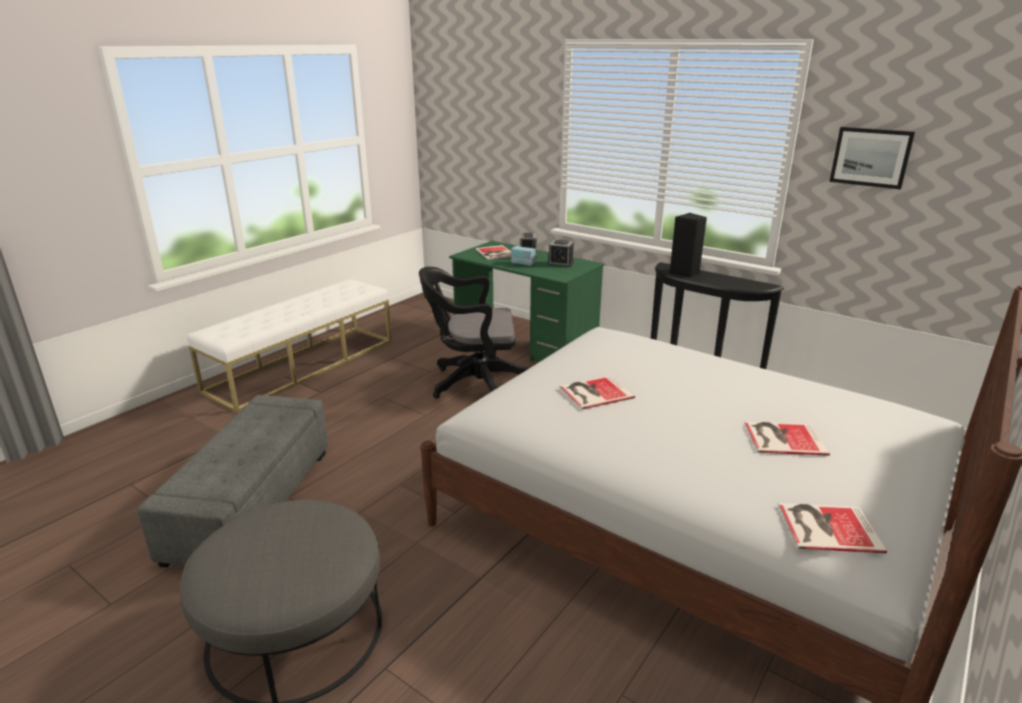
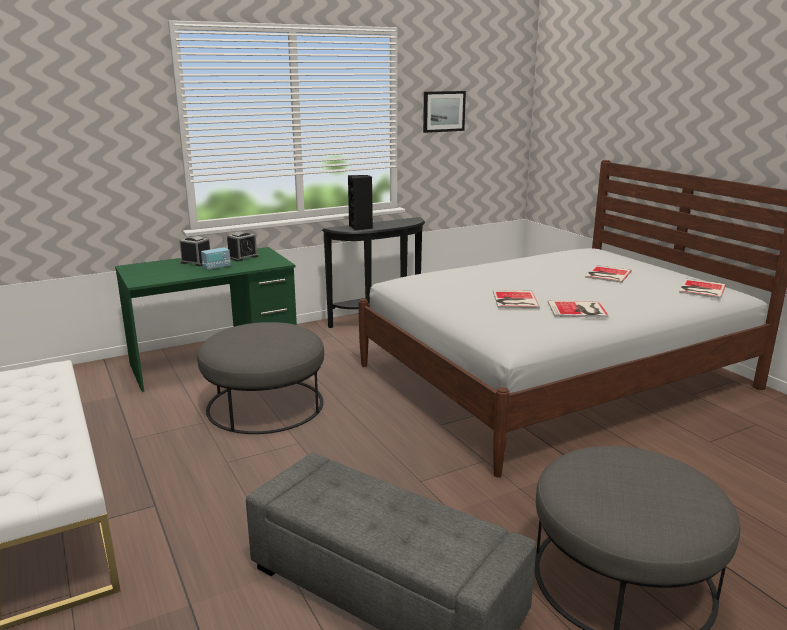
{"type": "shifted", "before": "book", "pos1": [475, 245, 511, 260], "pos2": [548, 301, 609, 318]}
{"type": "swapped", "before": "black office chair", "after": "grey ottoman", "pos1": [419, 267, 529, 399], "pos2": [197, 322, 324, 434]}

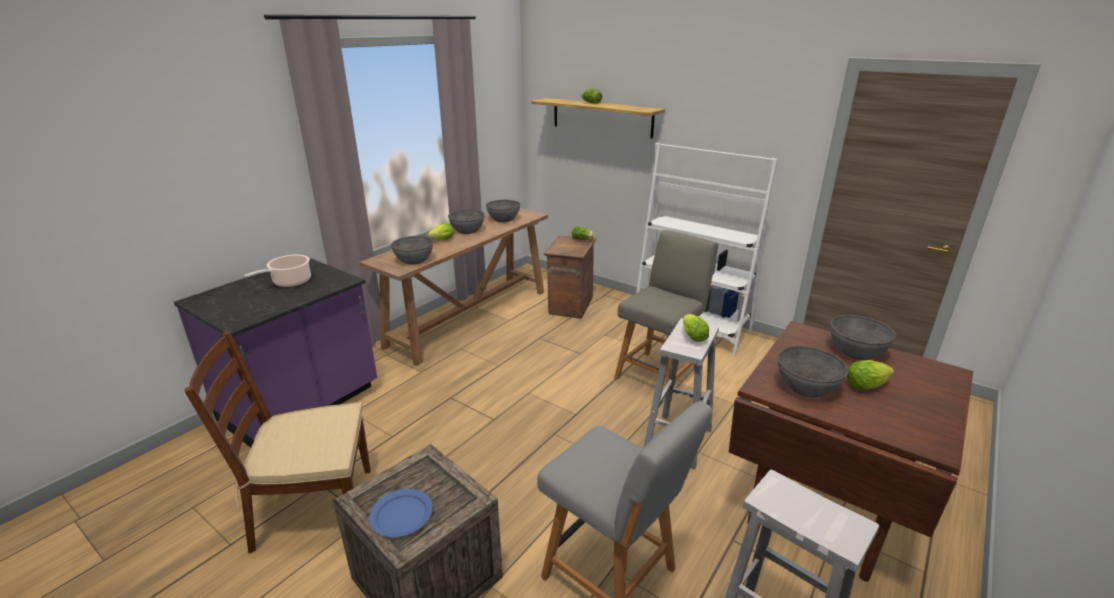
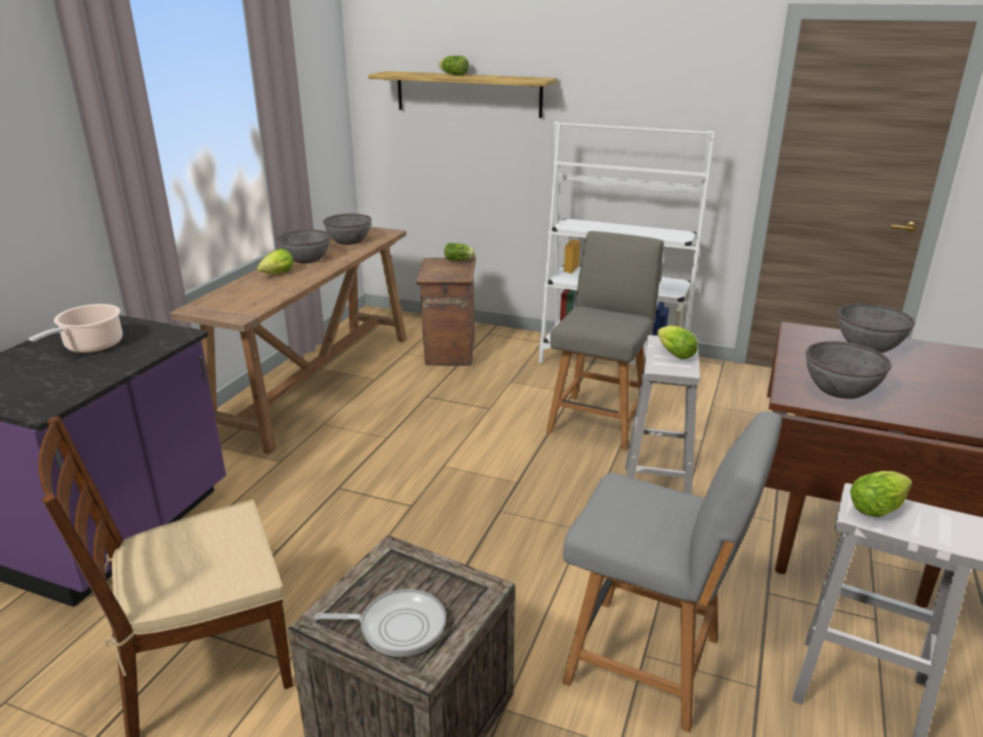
{"type": "gone", "before": "grey bowl", "pos1": [391, 236, 433, 265]}
{"type": "shifted", "before": "lettuce", "pos1": [847, 360, 894, 390], "pos2": [850, 471, 912, 517]}
{"type": "swapped", "before": "blue plate", "after": "frying pan", "pos1": [369, 489, 433, 537], "pos2": [315, 589, 446, 657]}

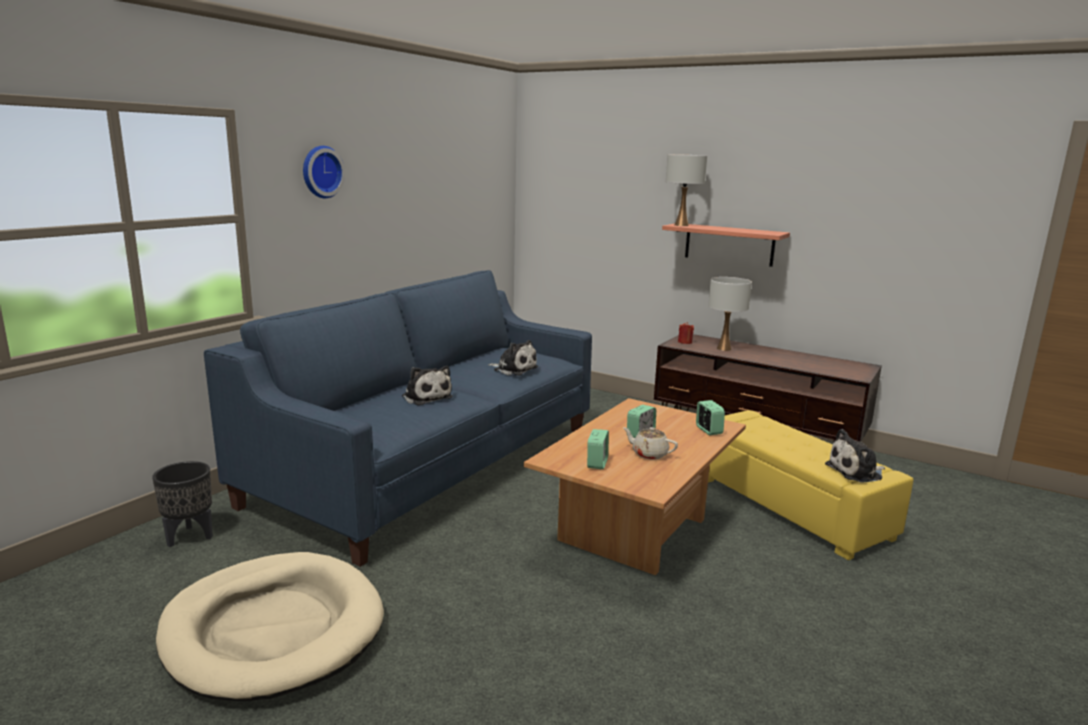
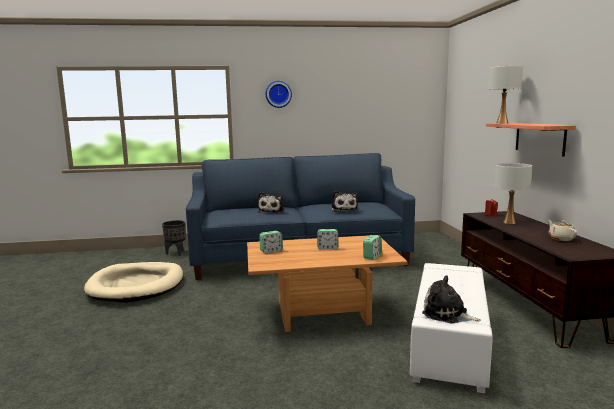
{"type": "shifted", "before": "beige teapot", "pos1": [623, 427, 678, 459], "pos2": [548, 220, 577, 241]}
{"type": "repainted", "before": "yellow ottoman", "after": "white ottoman", "pos1": [708, 410, 913, 560], "pos2": [410, 263, 493, 393]}

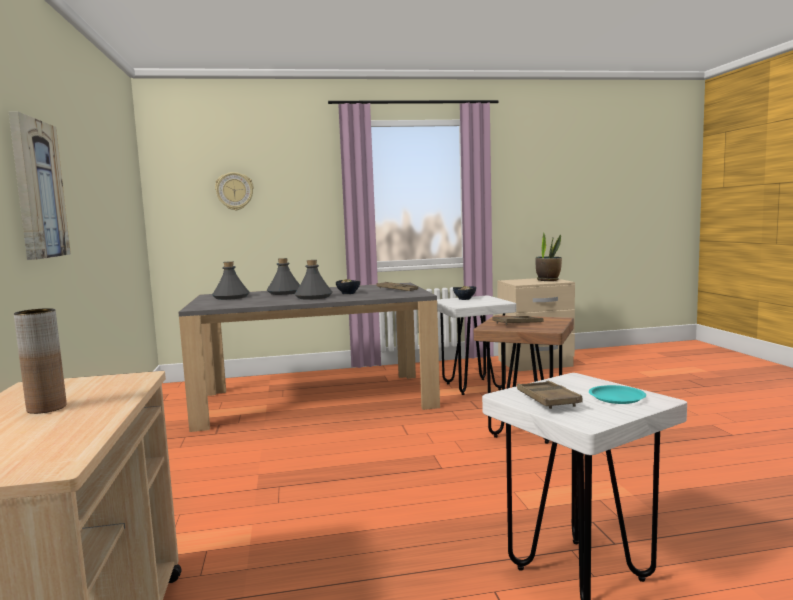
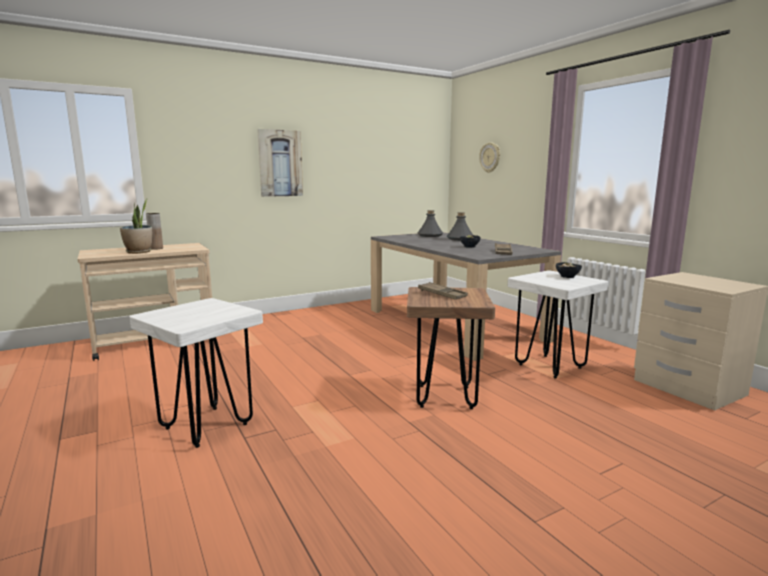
{"type": "gone", "before": "grey bottle", "pos1": [294, 260, 333, 300]}
{"type": "gone", "before": "brown tray", "pos1": [517, 381, 582, 409]}
{"type": "gone", "before": "turquoise plate", "pos1": [589, 385, 646, 404]}
{"type": "shifted", "before": "potted plant", "pos1": [536, 232, 562, 281], "pos2": [120, 198, 152, 254]}

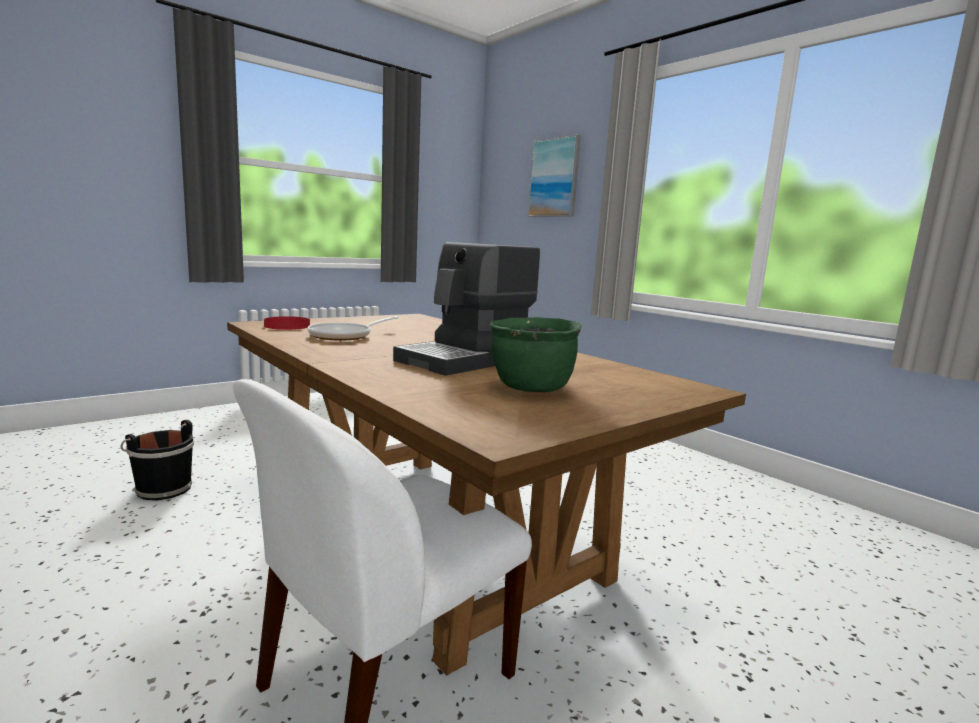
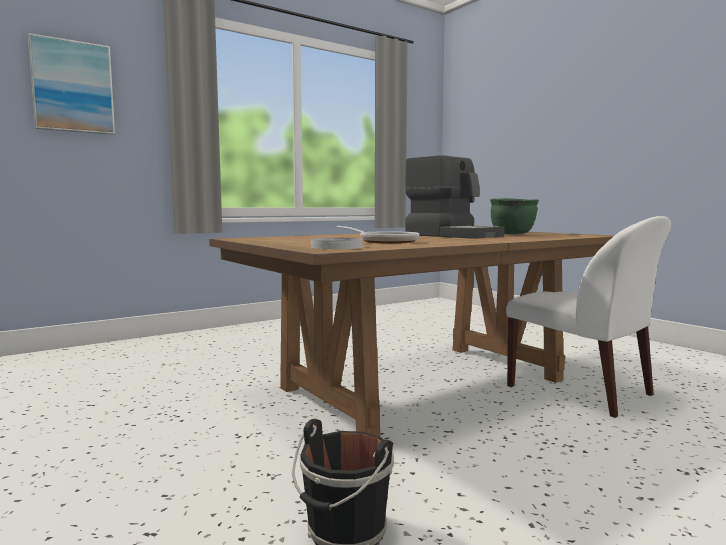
{"type": "repainted", "before": "red plate", "after": "white plate", "pos1": [264, 316, 310, 330], "pos2": [311, 238, 363, 249]}

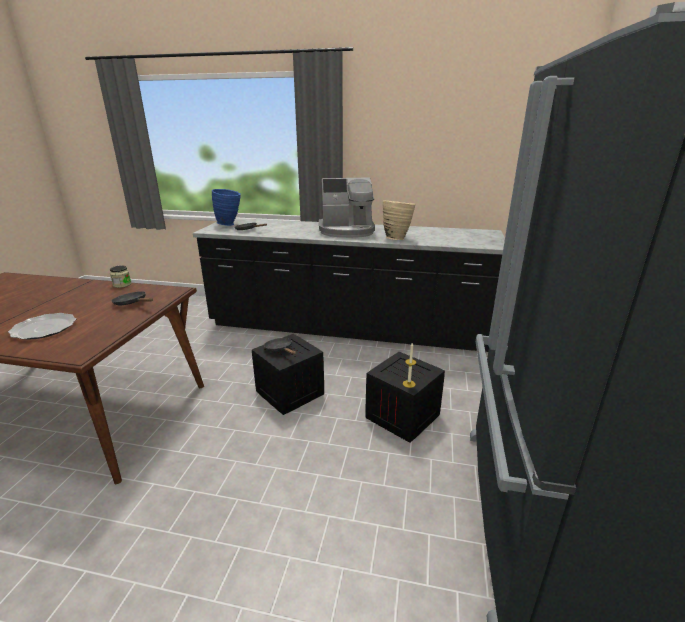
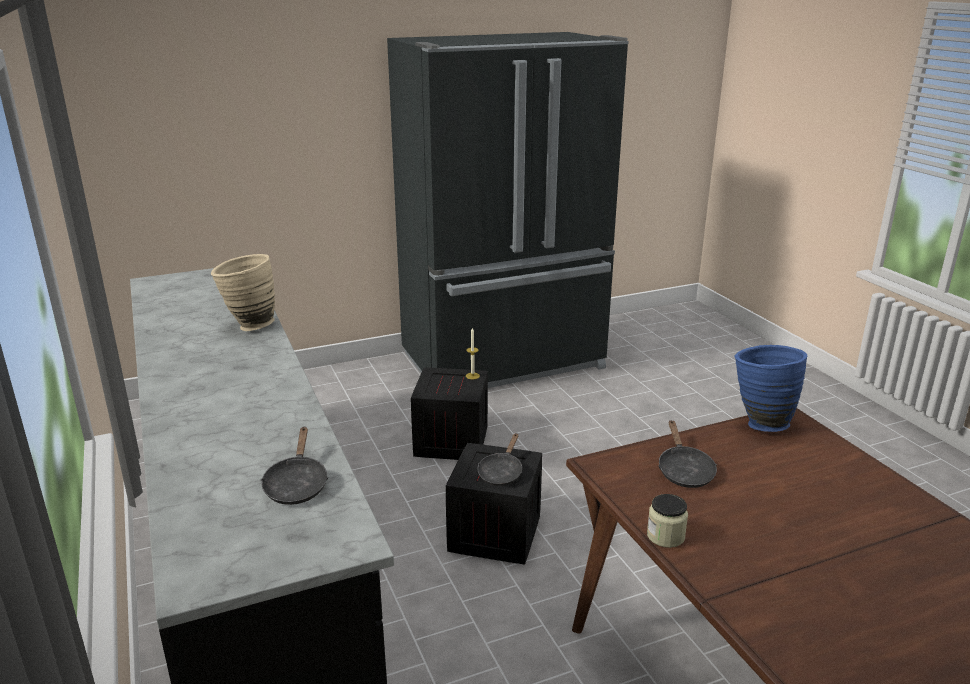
{"type": "gone", "before": "plate", "pos1": [8, 313, 76, 340]}
{"type": "gone", "before": "coffee machine", "pos1": [319, 178, 375, 238]}
{"type": "shifted", "before": "blue vase", "pos1": [212, 189, 241, 226], "pos2": [735, 345, 807, 432]}

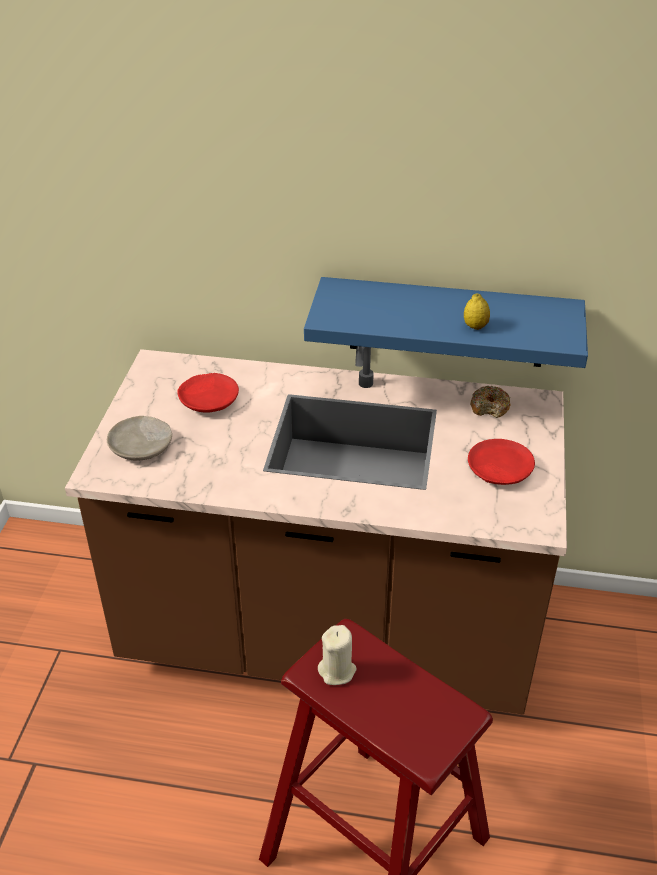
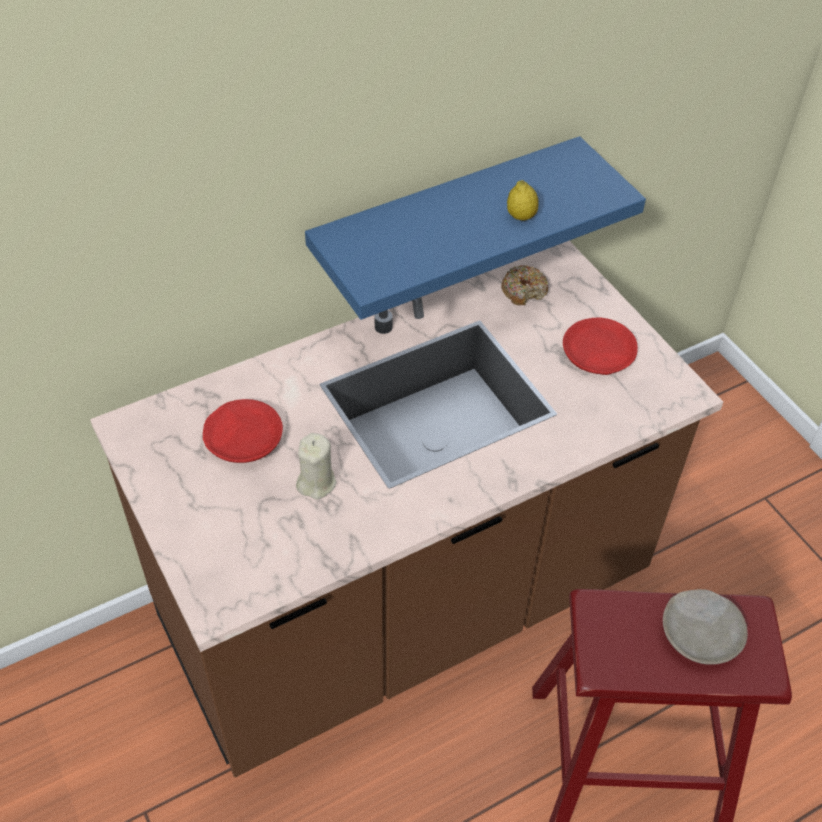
{"type": "shifted", "before": "beige plate", "pos1": [107, 416, 172, 461], "pos2": [663, 589, 748, 665]}
{"type": "shifted", "before": "beige candle", "pos1": [318, 625, 357, 685], "pos2": [296, 433, 337, 499]}

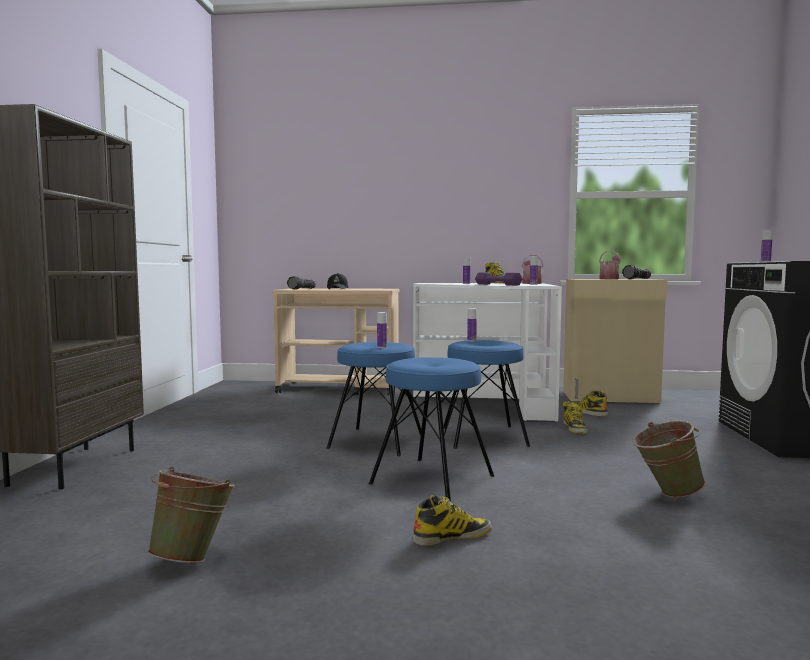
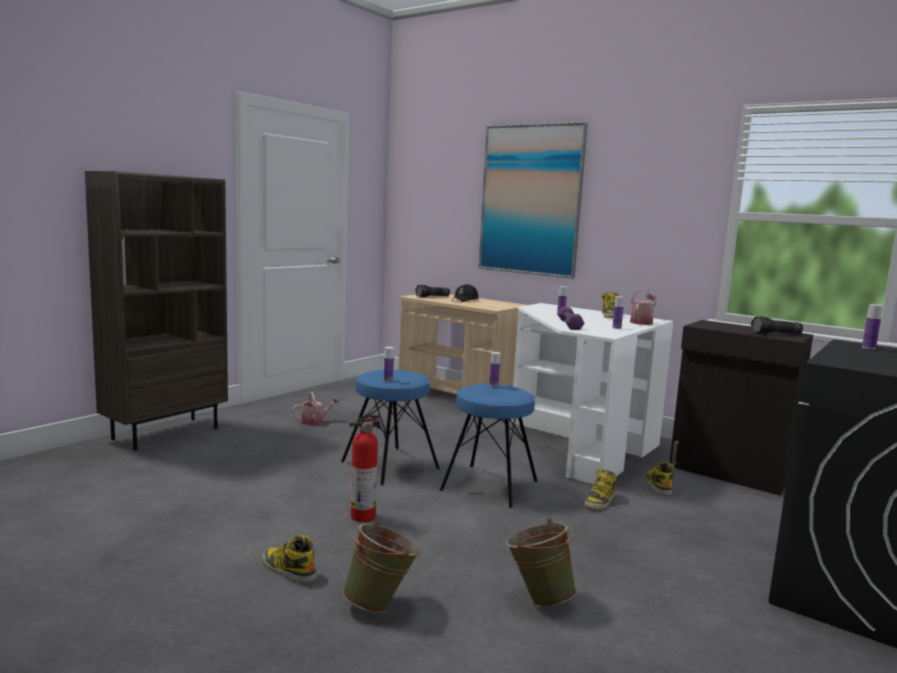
{"type": "new", "after": "picture", "pos2": [478, 122, 588, 279]}
{"type": "shifted", "before": "green bucket", "pos1": [147, 466, 236, 563], "pos2": [343, 520, 421, 613]}
{"type": "shifted", "before": "watering can", "pos1": [599, 251, 621, 279], "pos2": [292, 392, 339, 425]}
{"type": "swapped", "before": "blue stool", "after": "fire extinguisher", "pos1": [369, 357, 494, 501], "pos2": [349, 414, 386, 522]}
{"type": "repainted", "before": "beige cabinet", "after": "black cabinet", "pos1": [563, 279, 668, 403], "pos2": [669, 320, 813, 495]}
{"type": "rotated", "before": "boot", "pos1": [413, 495, 492, 545], "pos2": [262, 535, 317, 583], "turn": -150}

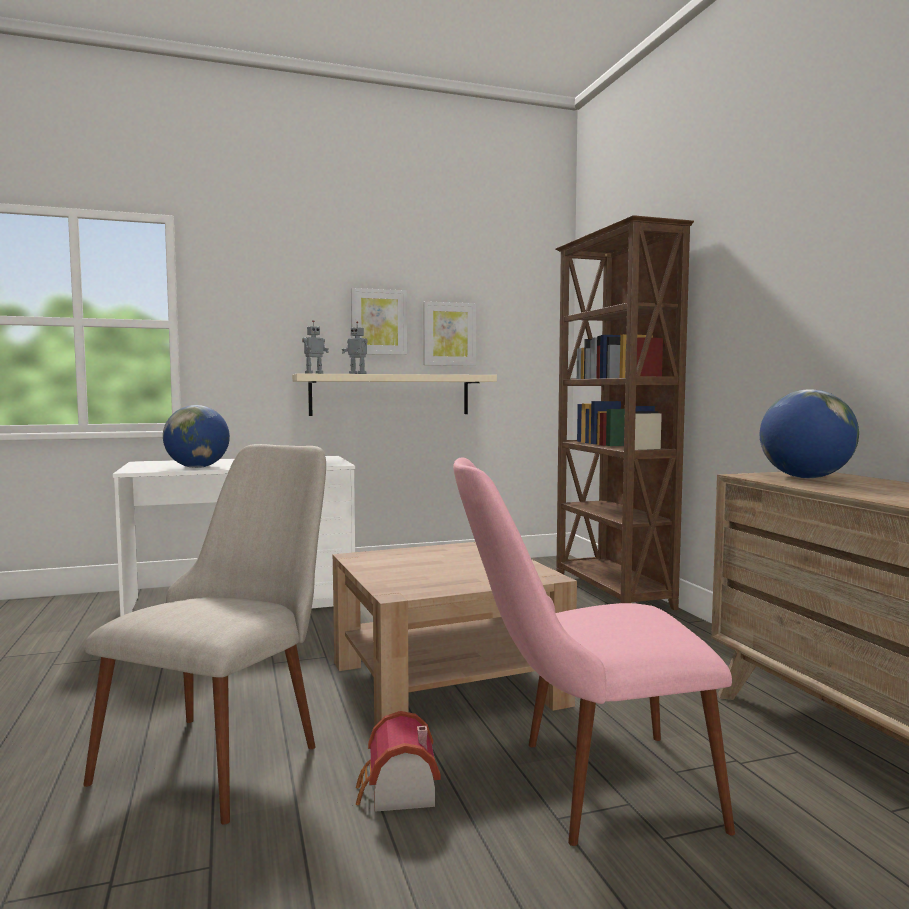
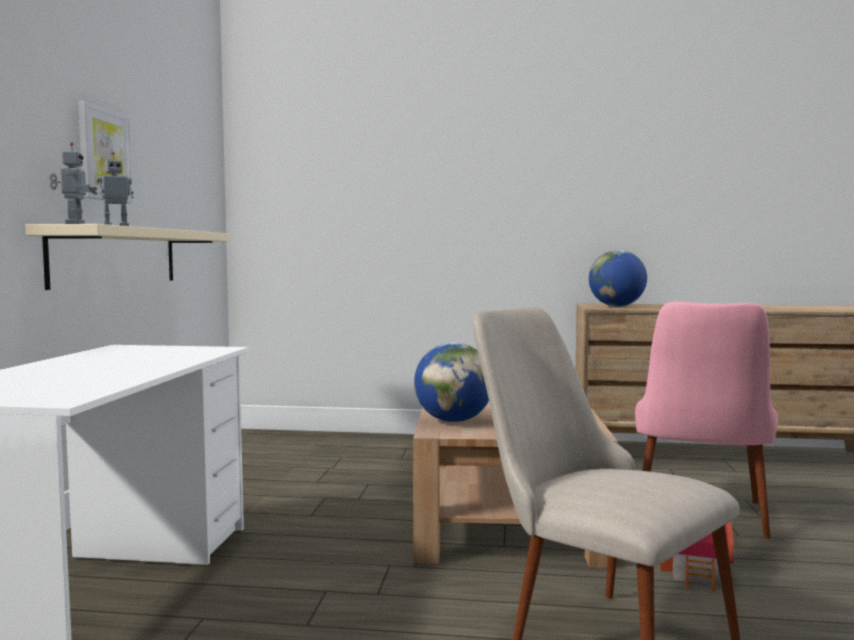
{"type": "gone", "before": "picture", "pos1": [423, 301, 476, 366]}
{"type": "gone", "before": "brown bookcase", "pos1": [555, 215, 694, 610]}
{"type": "shifted", "before": "globe", "pos1": [163, 405, 230, 468], "pos2": [414, 342, 489, 422]}

